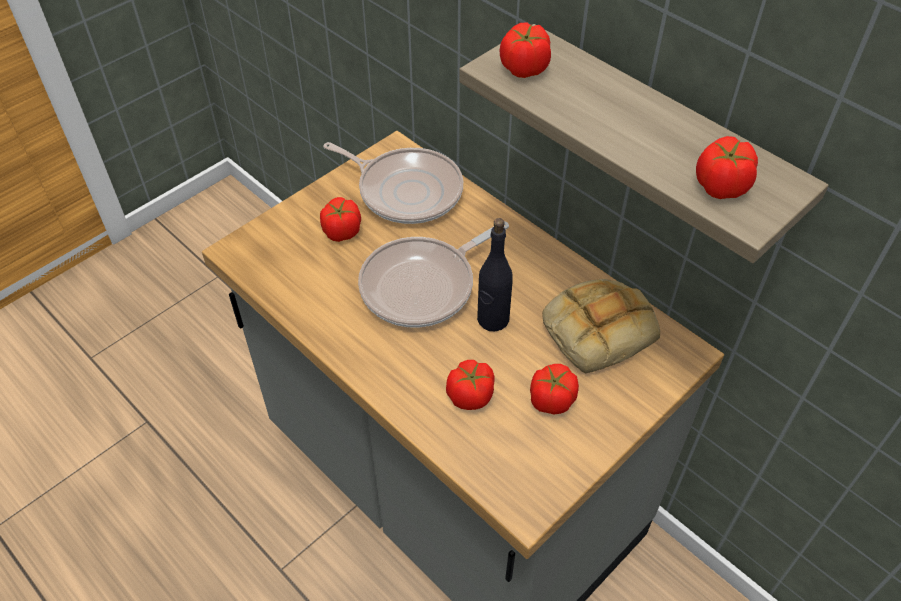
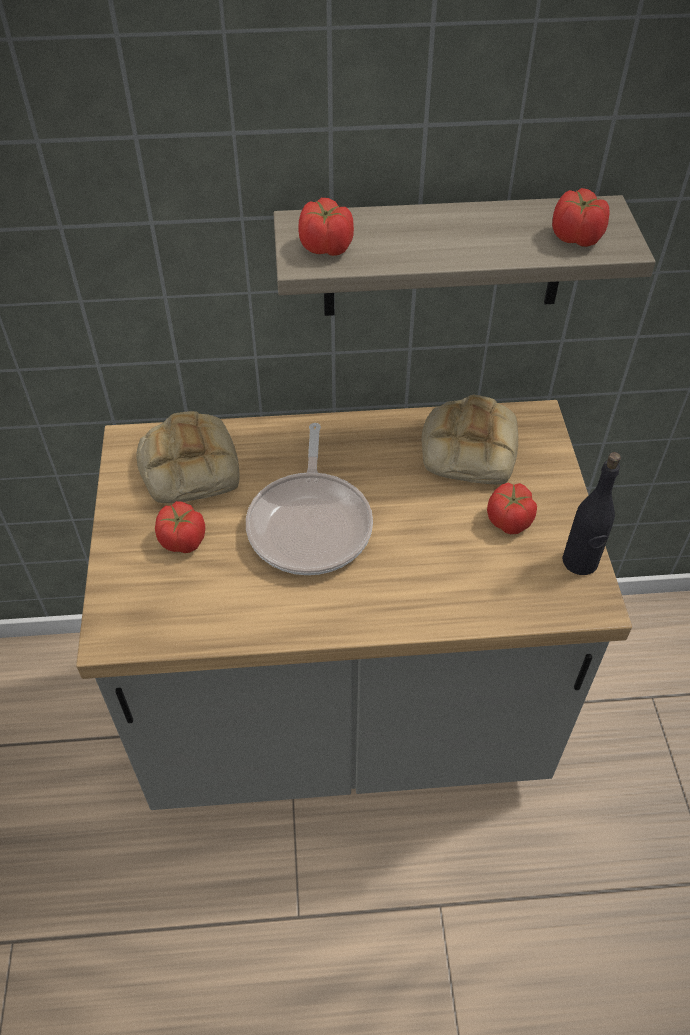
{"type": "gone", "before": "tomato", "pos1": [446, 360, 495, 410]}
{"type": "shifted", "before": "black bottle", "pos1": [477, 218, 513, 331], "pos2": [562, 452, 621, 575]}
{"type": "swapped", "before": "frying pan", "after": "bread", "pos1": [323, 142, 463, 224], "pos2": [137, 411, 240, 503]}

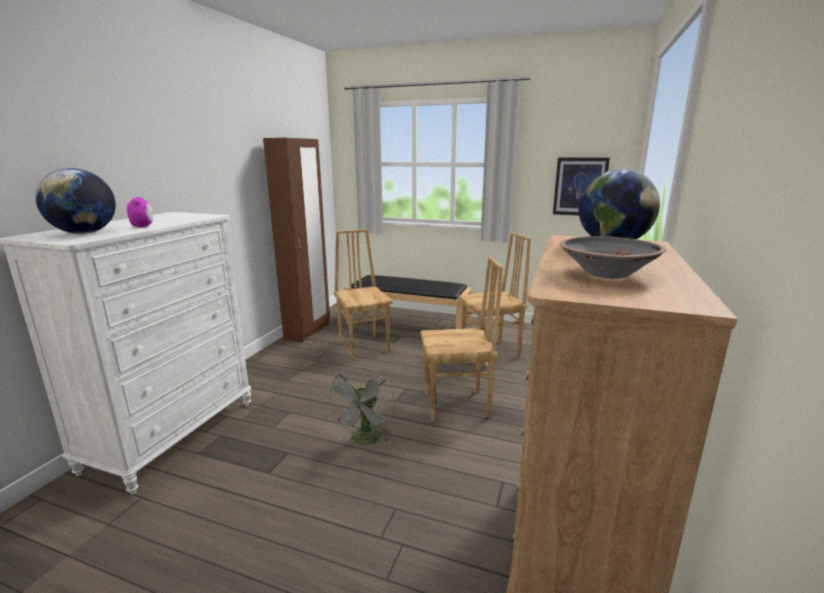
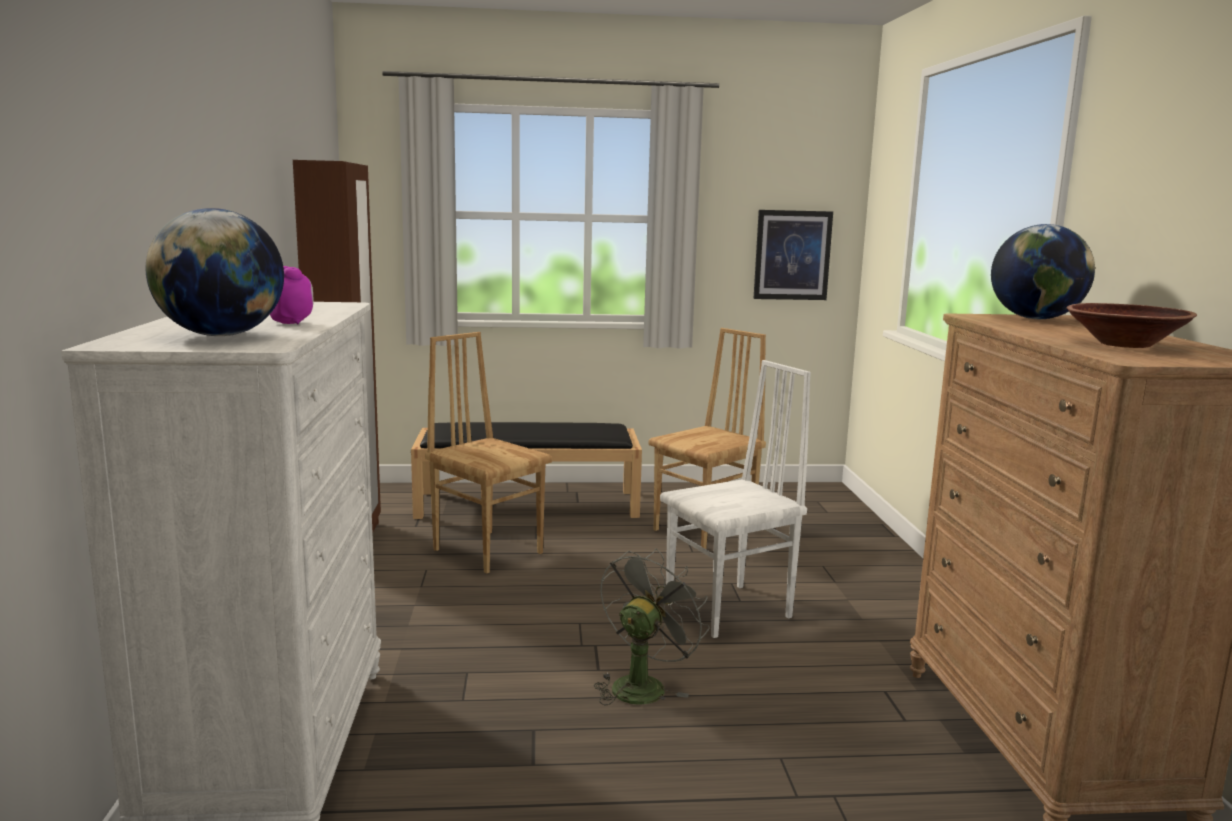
{"type": "repainted", "before": "brown chair", "after": "white chair", "pos1": [420, 256, 503, 421], "pos2": [660, 360, 811, 638]}
{"type": "repainted", "before": "grey bowl", "after": "brown bowl", "pos1": [560, 236, 666, 279], "pos2": [1067, 303, 1197, 348]}
{"type": "rotated", "before": "grey fan", "pos1": [326, 366, 395, 445], "pos2": [594, 549, 710, 705], "turn": -135}

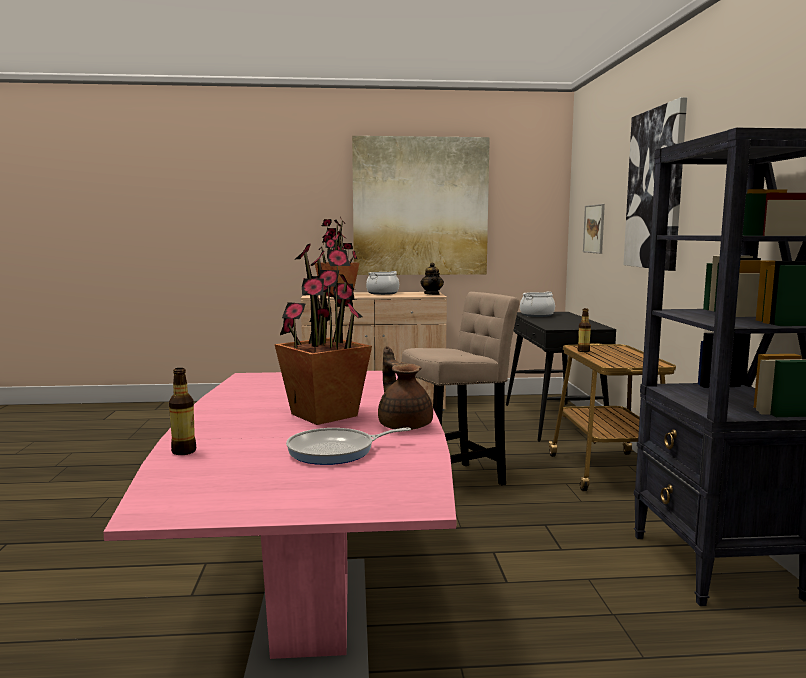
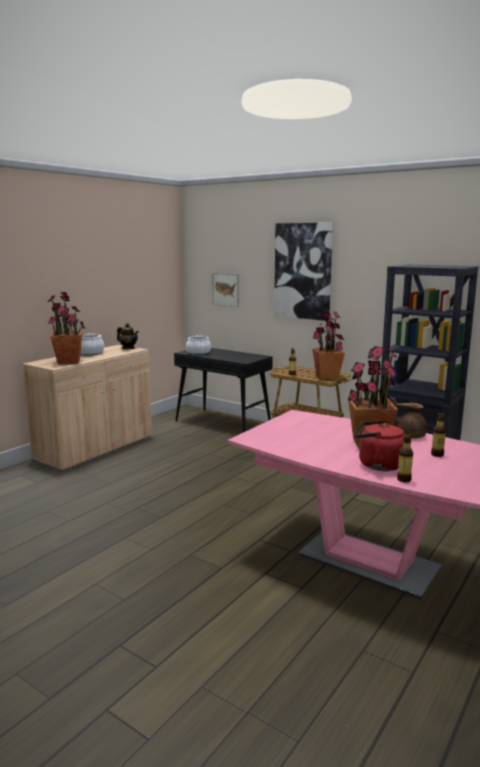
{"type": "gone", "before": "picture", "pos1": [352, 136, 490, 275]}
{"type": "gone", "before": "beige stool", "pos1": [402, 292, 520, 485]}
{"type": "new", "after": "potted plant", "pos2": [312, 312, 345, 379]}
{"type": "new", "after": "red kettle", "pos2": [354, 420, 404, 471]}
{"type": "swapped", "before": "frying pan", "after": "bottle", "pos1": [286, 427, 411, 465], "pos2": [431, 412, 446, 457]}

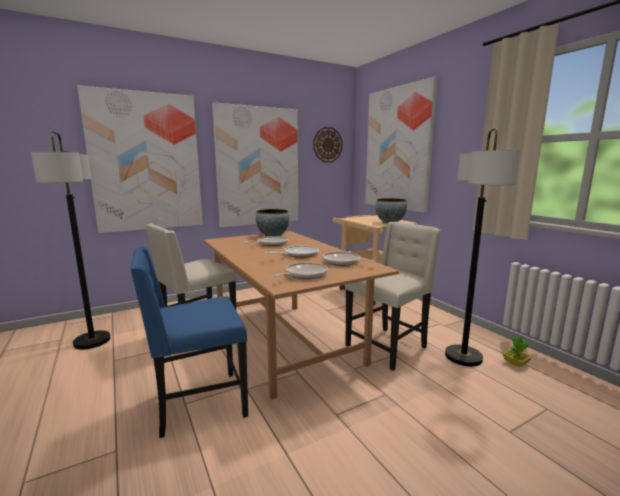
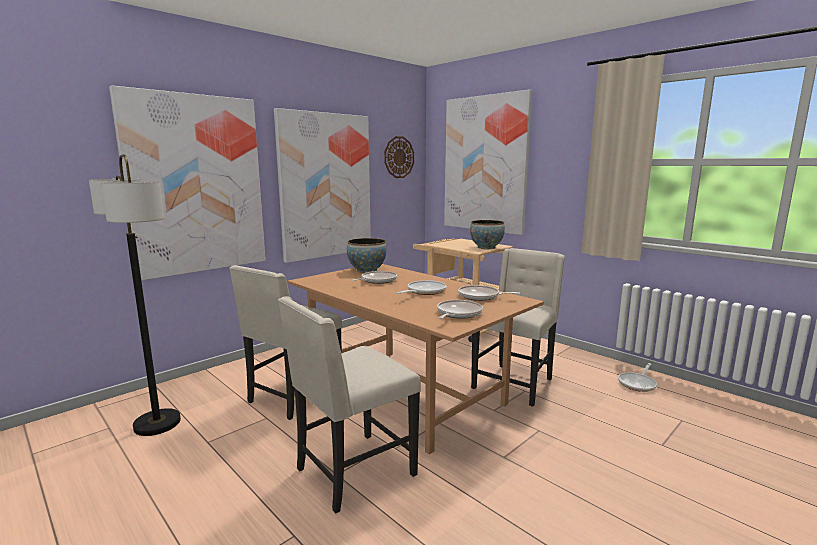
{"type": "gone", "before": "floor lamp", "pos1": [445, 128, 521, 367]}
{"type": "swapped", "before": "potted plant", "after": "frying pan", "pos1": [503, 337, 531, 367], "pos2": [618, 363, 657, 392]}
{"type": "repainted", "before": "blue chair", "after": "beige chair", "pos1": [130, 247, 248, 438], "pos2": [278, 296, 421, 514]}

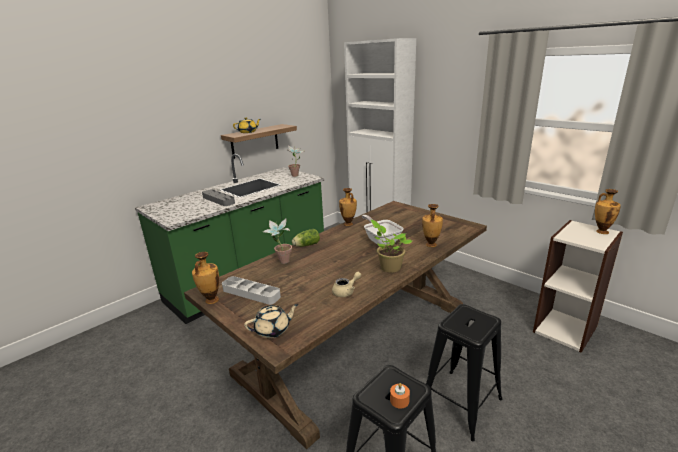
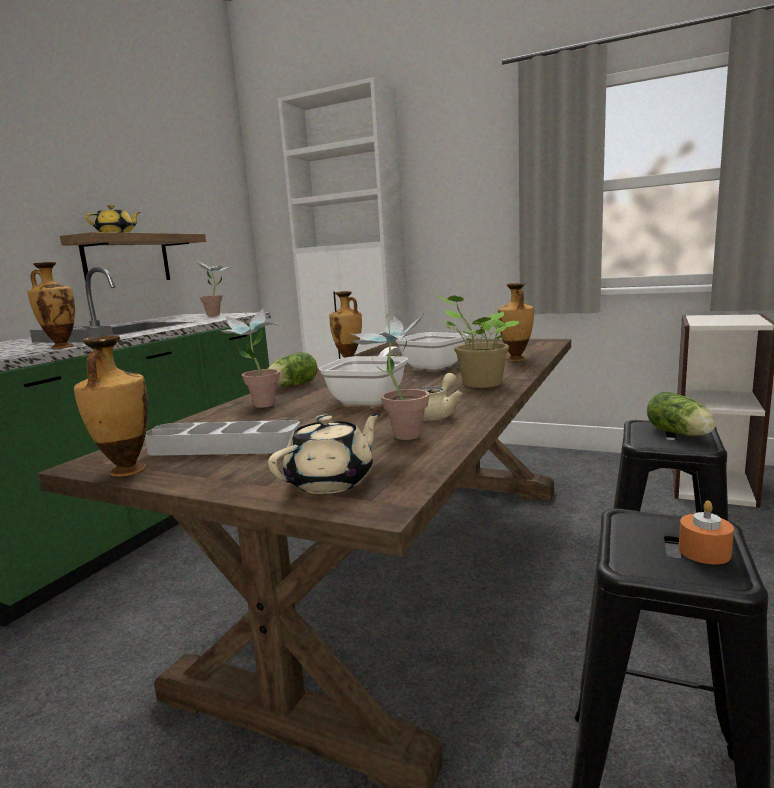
{"type": "new", "after": "frying pan", "pos2": [319, 347, 408, 405]}
{"type": "new", "after": "potted plant", "pos2": [350, 313, 430, 440]}
{"type": "new", "after": "lettuce", "pos2": [647, 391, 715, 436]}
{"type": "shifted", "before": "vase", "pos1": [595, 189, 621, 234], "pos2": [28, 262, 75, 349]}

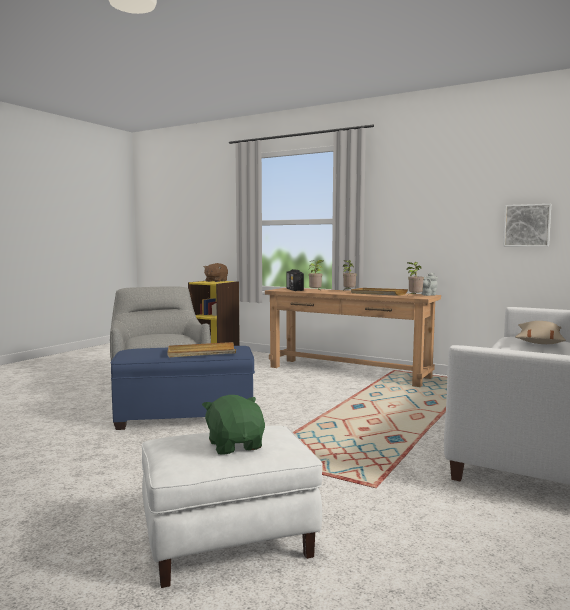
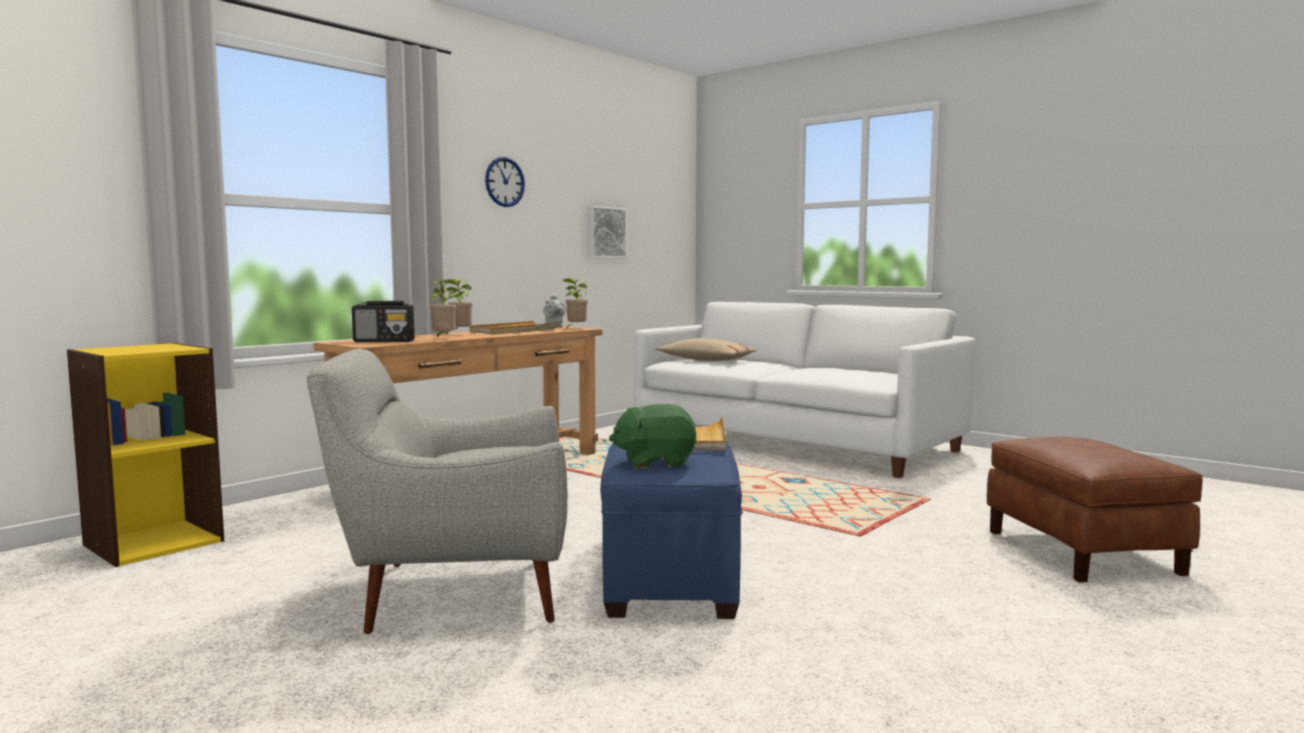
{"type": "gone", "before": "brown plush toy", "pos1": [204, 263, 228, 282]}
{"type": "new", "after": "wall clock", "pos2": [485, 157, 525, 207]}
{"type": "shifted", "before": "green plush toy", "pos1": [202, 395, 265, 455], "pos2": [609, 404, 696, 469]}
{"type": "repainted", "before": "white ottoman", "after": "brown ottoman", "pos1": [142, 425, 323, 588], "pos2": [987, 437, 1203, 582]}

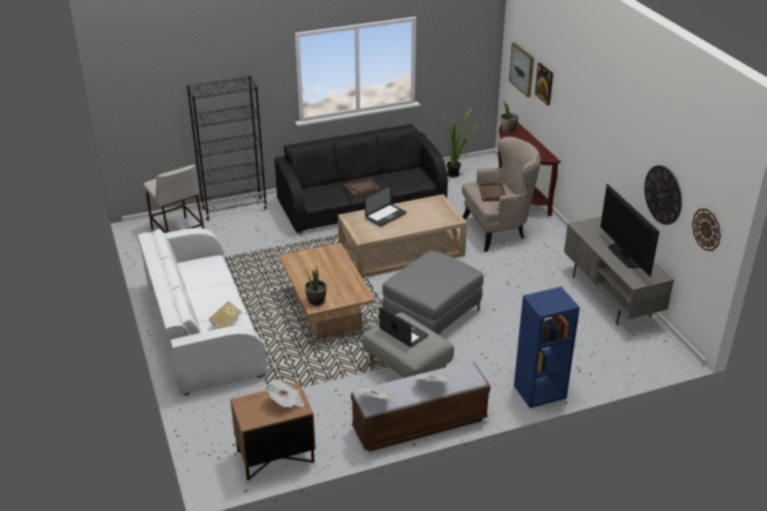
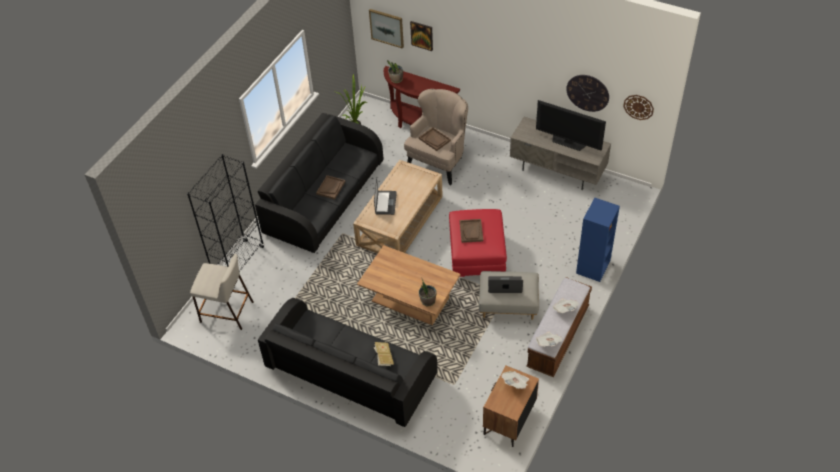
{"type": "new", "after": "brown tray", "pos2": [460, 219, 483, 243]}
{"type": "repainted", "before": "white sofa", "after": "black sofa", "pos1": [138, 228, 267, 395], "pos2": [258, 298, 438, 427]}
{"type": "repainted", "before": "grey ottoman", "after": "red ottoman", "pos1": [382, 250, 484, 335], "pos2": [449, 209, 507, 277]}

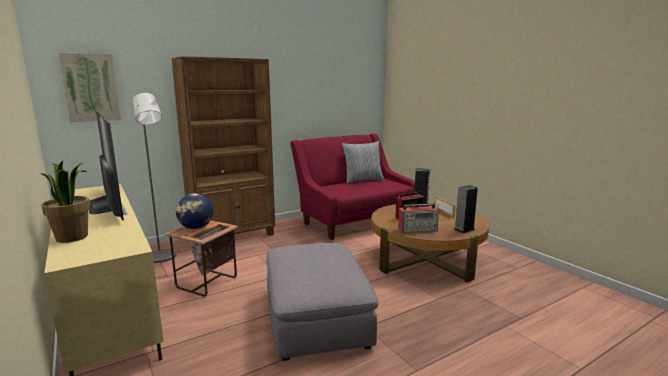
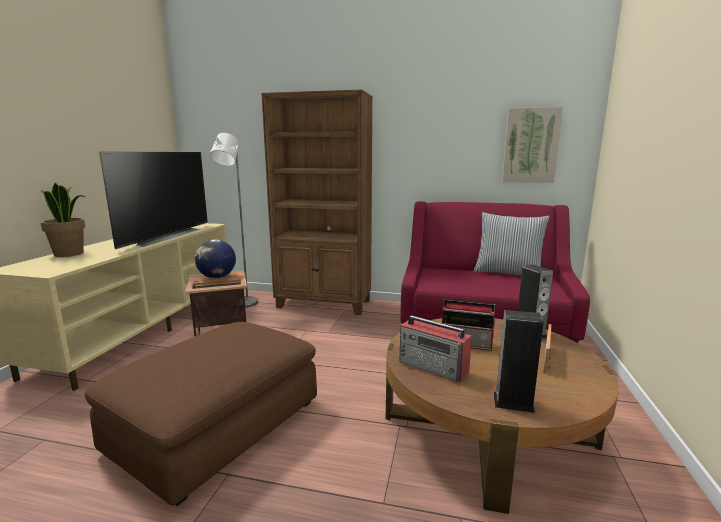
{"type": "shifted", "before": "picture", "pos1": [58, 52, 121, 122], "pos2": [502, 107, 563, 183]}
{"type": "repainted", "before": "grey ottoman", "after": "brown ottoman", "pos1": [266, 243, 378, 361], "pos2": [85, 322, 317, 506]}

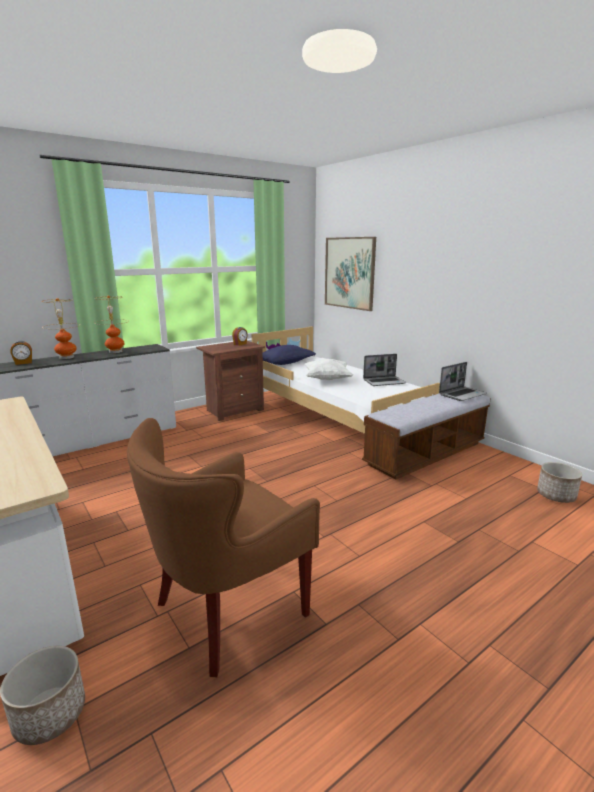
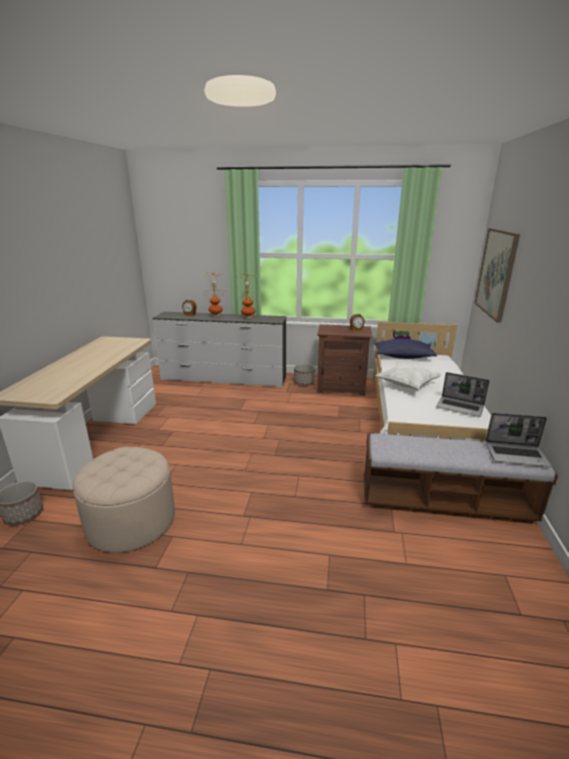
{"type": "shifted", "before": "planter", "pos1": [537, 462, 582, 503], "pos2": [294, 364, 315, 386]}
{"type": "swapped", "before": "brown armchair", "after": "beige ottoman", "pos1": [127, 418, 320, 677], "pos2": [73, 447, 175, 553]}

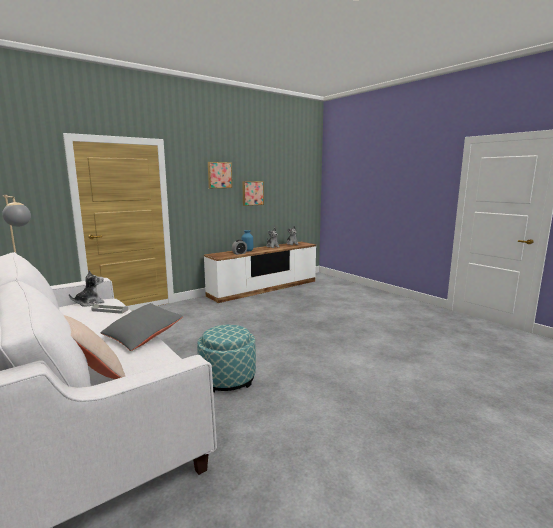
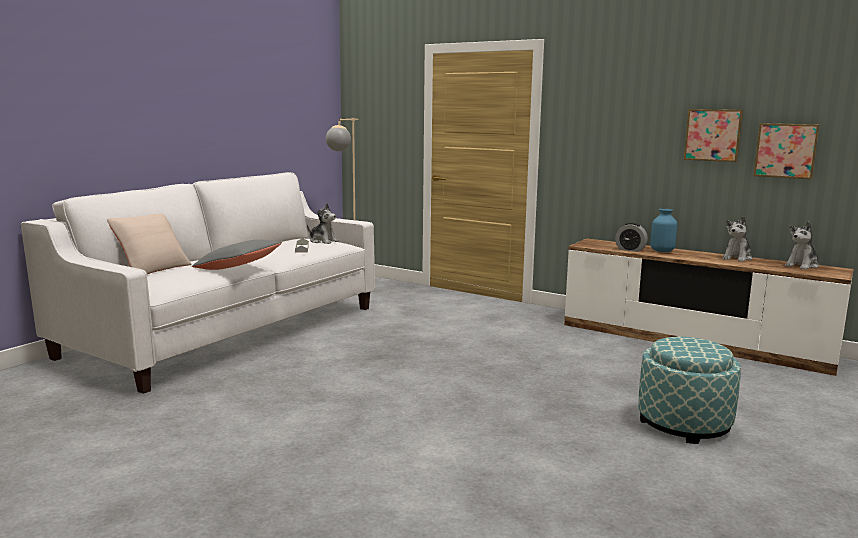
{"type": "shifted", "before": "ottoman", "pos1": [197, 325, 256, 393], "pos2": [638, 337, 741, 444]}
{"type": "shifted", "before": "picture", "pos1": [208, 162, 232, 188], "pos2": [753, 123, 820, 179]}

